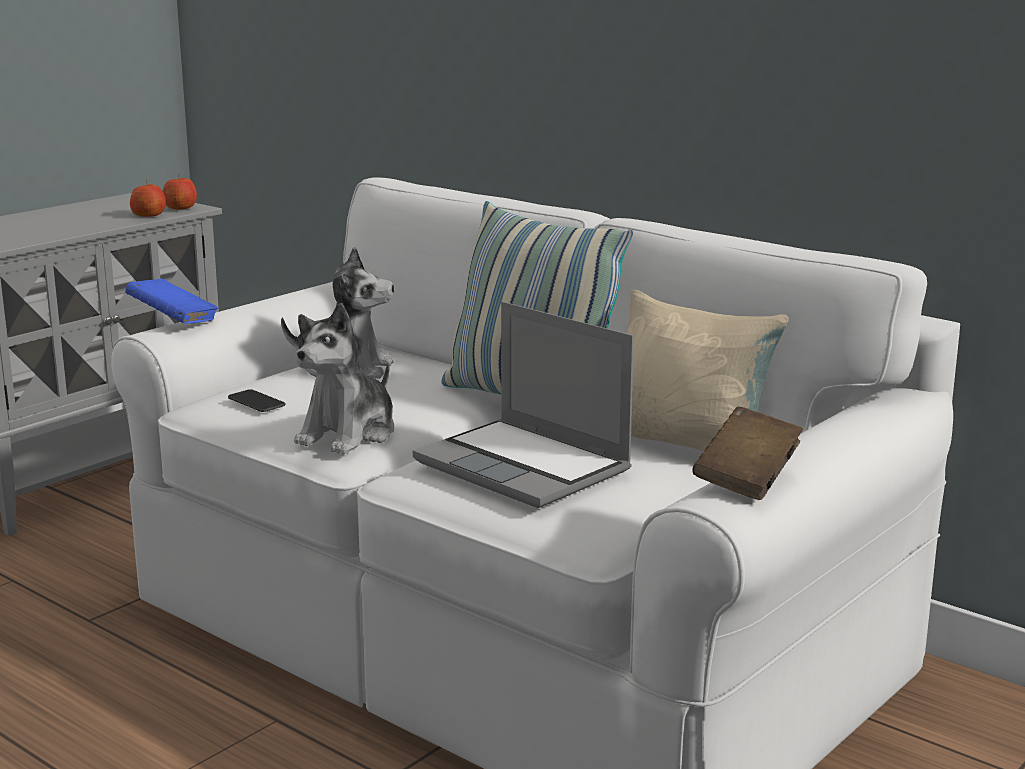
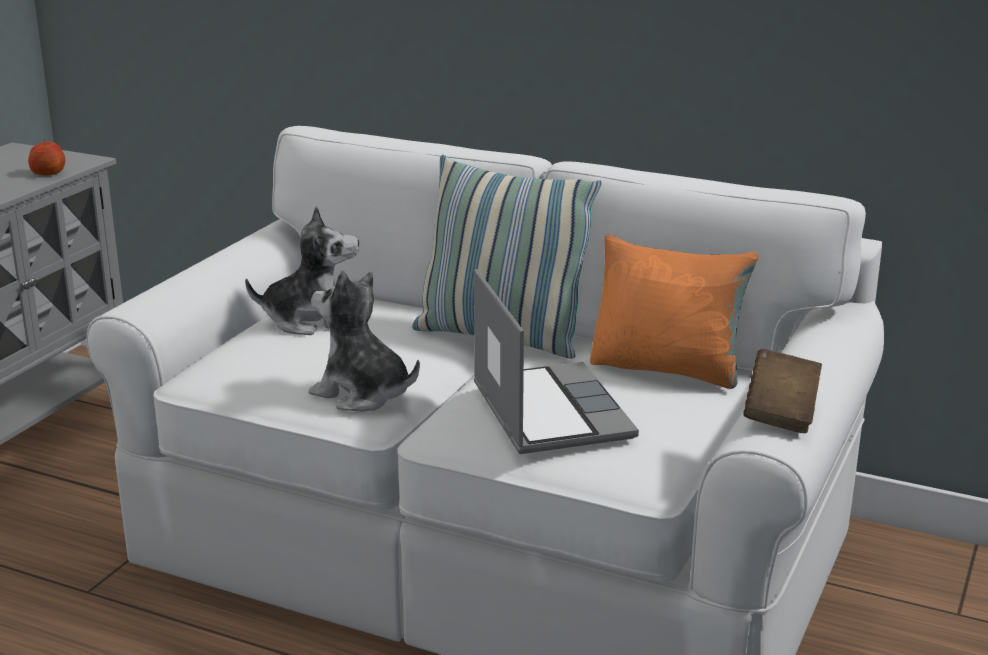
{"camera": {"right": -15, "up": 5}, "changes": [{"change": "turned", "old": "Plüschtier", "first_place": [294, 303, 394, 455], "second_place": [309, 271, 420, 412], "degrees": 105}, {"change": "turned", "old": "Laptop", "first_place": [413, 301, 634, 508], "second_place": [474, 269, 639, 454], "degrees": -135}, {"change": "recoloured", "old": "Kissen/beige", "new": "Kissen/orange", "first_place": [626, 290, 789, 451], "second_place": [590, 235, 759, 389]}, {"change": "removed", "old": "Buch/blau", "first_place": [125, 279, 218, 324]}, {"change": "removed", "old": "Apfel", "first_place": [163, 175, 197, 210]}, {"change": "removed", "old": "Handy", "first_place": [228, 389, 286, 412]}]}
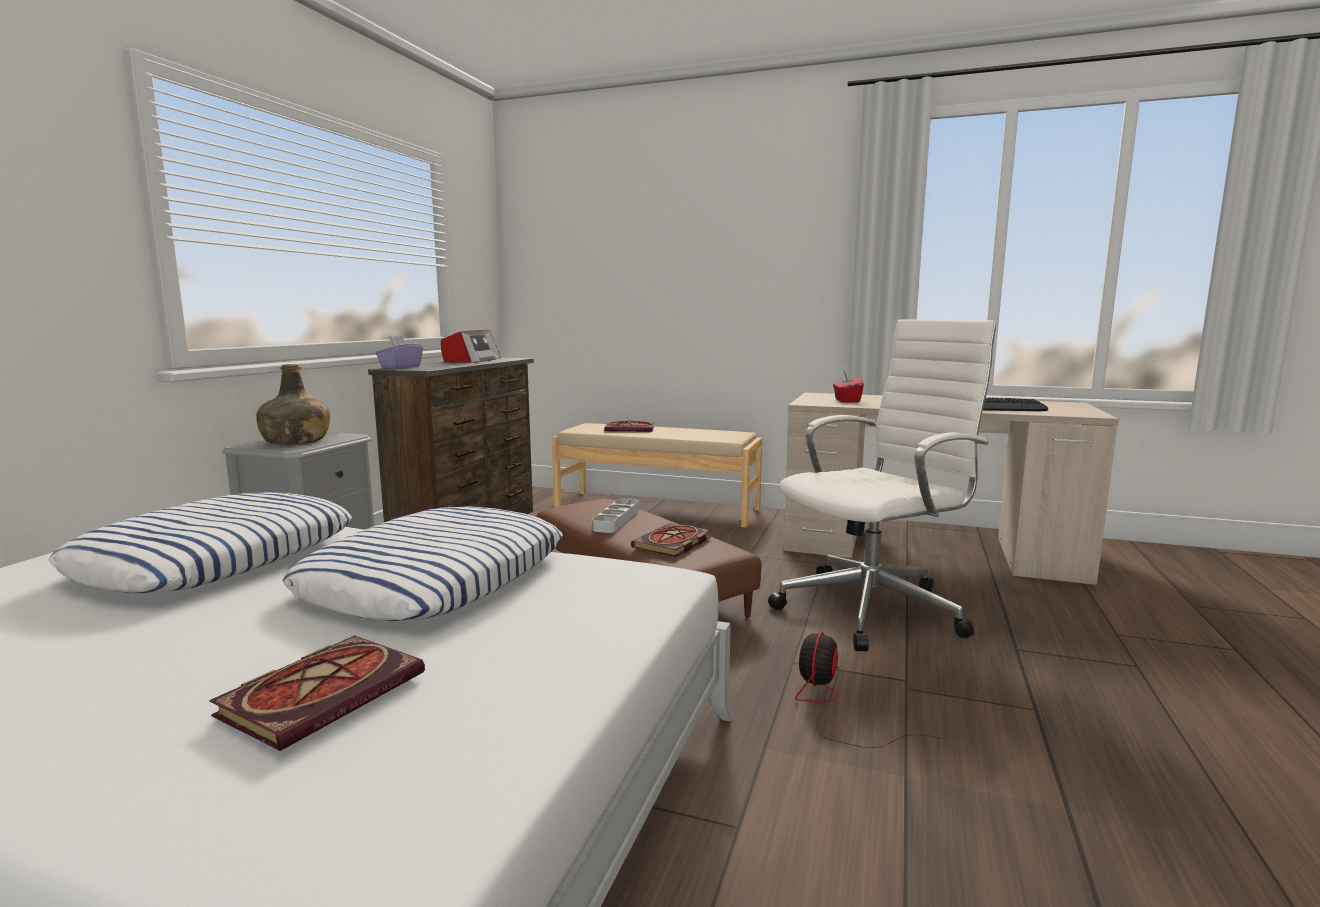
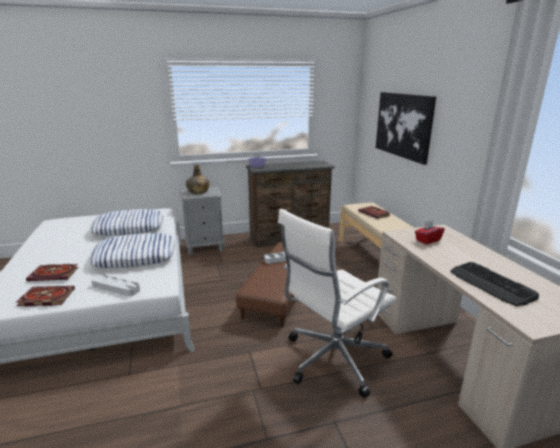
{"camera": {"right": 55, "up": 10}, "changes": [{"change": "moved", "old": "Buch", "first_place": [631, 523, 711, 557], "second_place": [16, 286, 75, 306]}, {"change": "added", "new": "Tablett/grau", "second_place": [91, 274, 140, 296]}, {"change": "turned", "old": "Bürostuhl/weiß", "first_place": [768, 319, 997, 651], "second_place": [278, 209, 397, 398], "degrees": 120}, {"change": "added", "new": "Bild", "second_place": [376, 92, 436, 165]}, {"change": "removed", "old": "Radio", "first_place": [441, 330, 501, 363]}, {"change": "removed", "old": "Ventilator", "first_place": [795, 632, 946, 748]}]}
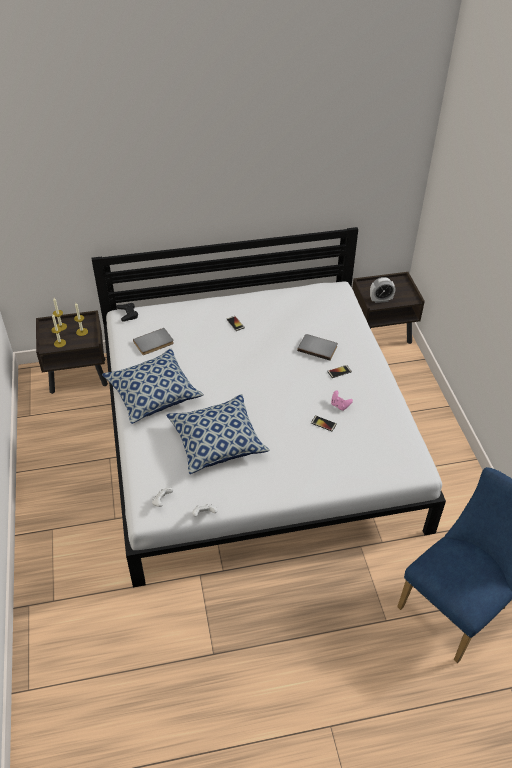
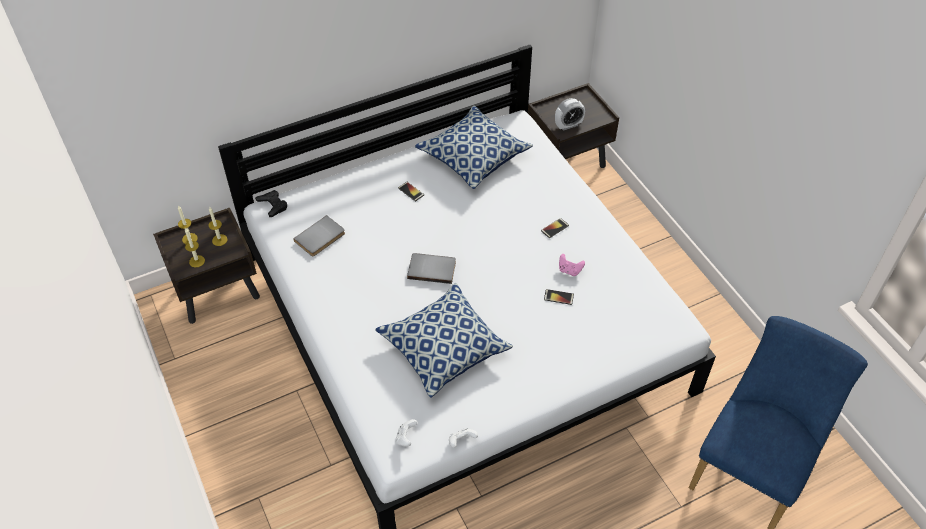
{"camera": {"right": -15, "up": 5}, "changes": [{"change": "moved", "old": "Buch/grau", "first_place": [297, 334, 338, 361], "second_place": [407, 253, 456, 284]}, {"change": "moved", "old": "Kissen", "first_place": [102, 348, 204, 424], "second_place": [415, 106, 533, 189]}]}
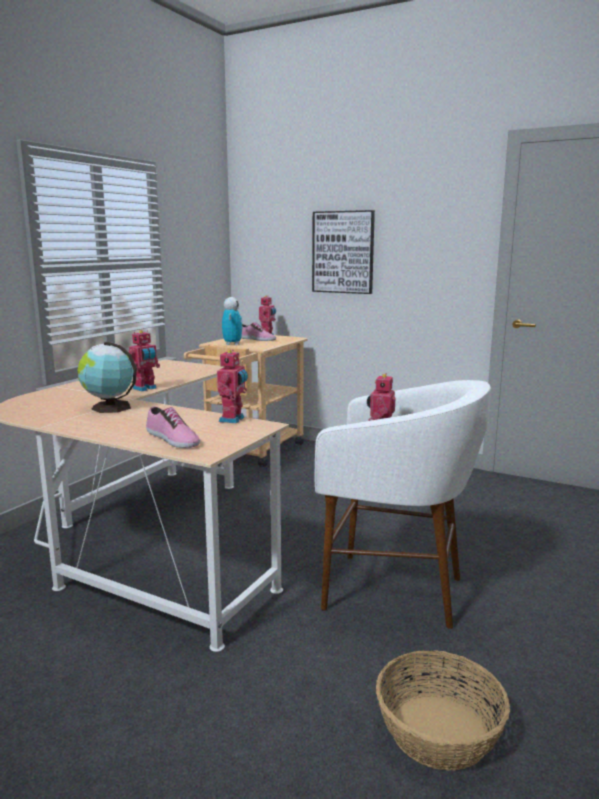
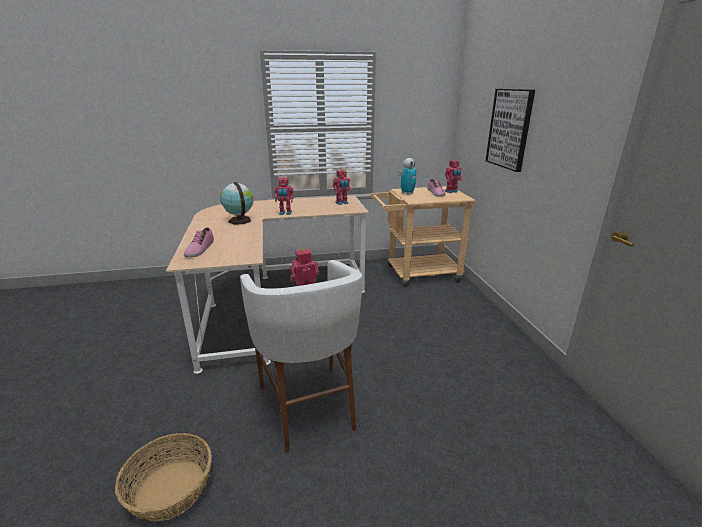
{"camera": {"right": 50, "up": 10}, "changes": [{"change": "moved", "old": "Spielzeugroboter", "first_place": [217, 349, 248, 423], "second_place": [333, 169, 351, 205]}]}
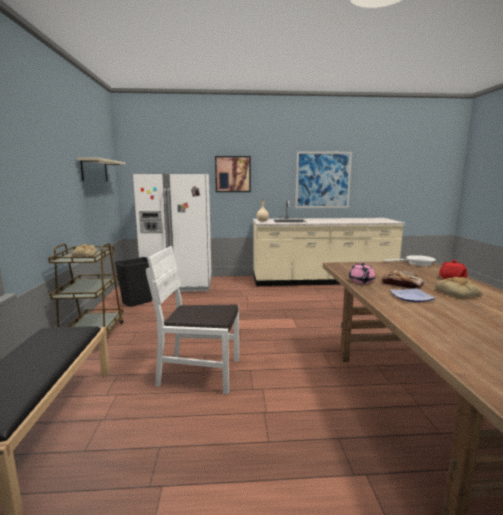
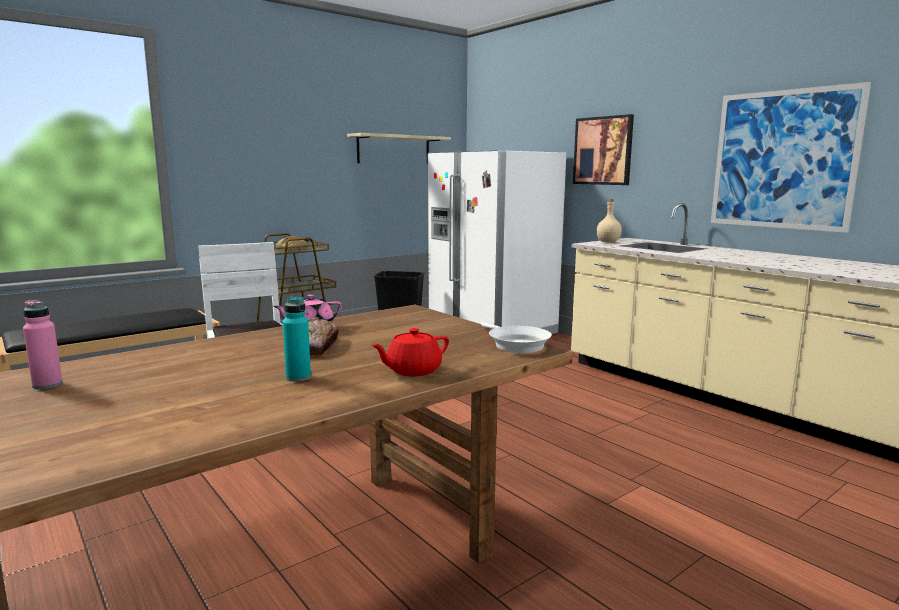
{"camera": {"right": 55, "up": 0}, "changes": [{"change": "added", "new": "Flasche/rosa", "second_place": [23, 300, 63, 390]}, {"change": "replaced", "old": "Brot", "new": "Flasche/türkis", "first_place": [435, 277, 483, 298], "second_place": [283, 296, 311, 382]}, {"change": "removed", "old": "Teller", "first_place": [390, 288, 436, 302]}]}
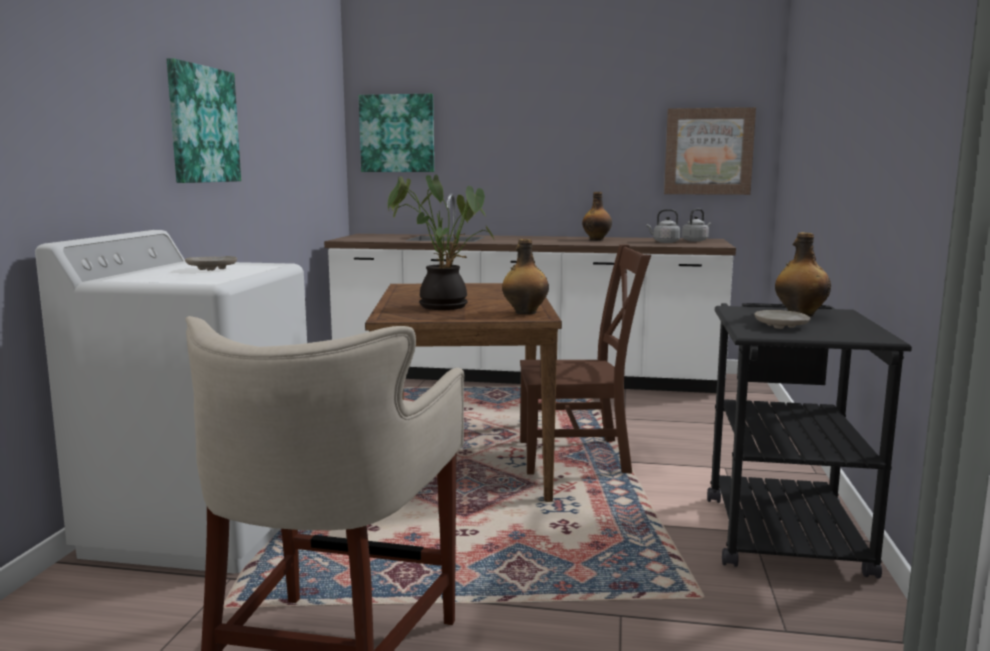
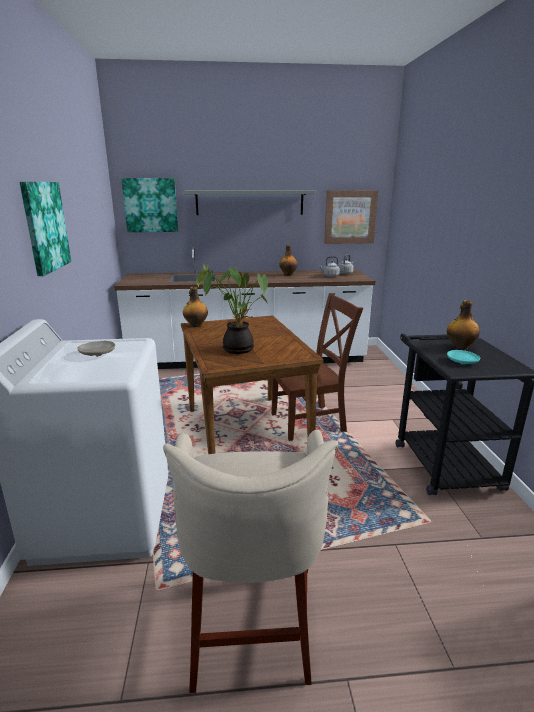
{"camera": {"right": -15, "up": 10}, "changes": [{"change": "moved", "old": "Flasche", "first_place": [502, 239, 549, 314], "second_place": [183, 287, 208, 327]}, {"change": "added", "new": "Wandregal/grau", "second_place": [184, 190, 316, 215]}, {"change": "recoloured", "old": "Teller/beige", "new": "Teller/türkis", "first_place": [754, 310, 811, 329], "second_place": [447, 350, 480, 365]}]}
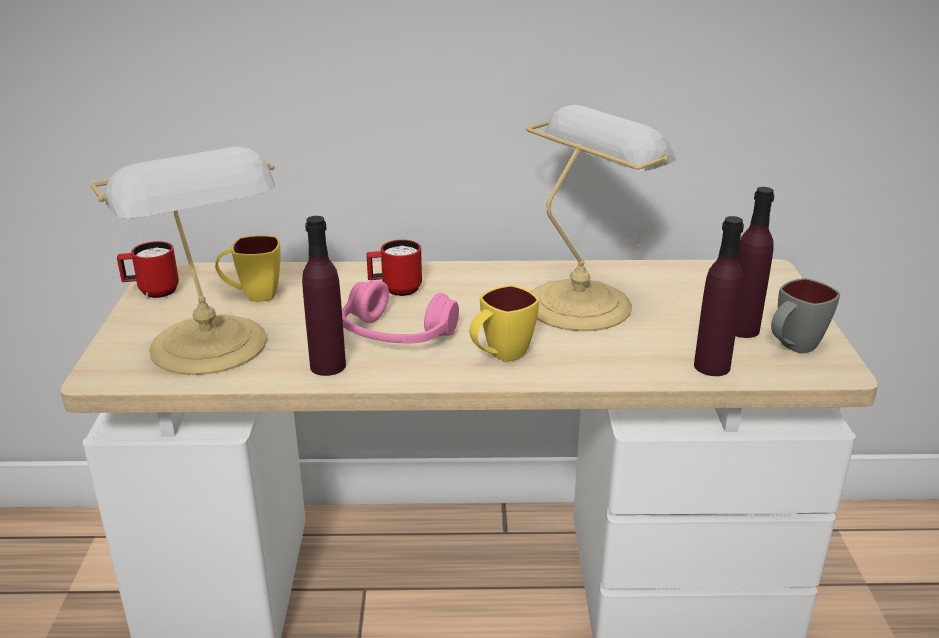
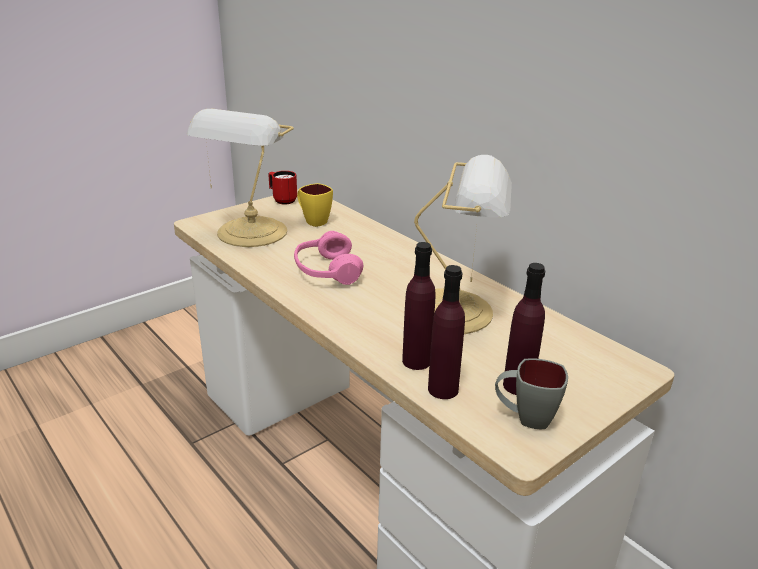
{"camera": {"right": 50, "up": 0}, "changes": [{"change": "moved", "old": "Flasche/lila", "first_place": [302, 216, 346, 376], "second_place": [402, 242, 436, 370]}, {"change": "removed", "old": "Henkelbecher/rot", "first_place": [367, 240, 422, 296]}, {"change": "removed", "old": "Henkelbecher/gelb", "first_place": [469, 285, 539, 362]}]}
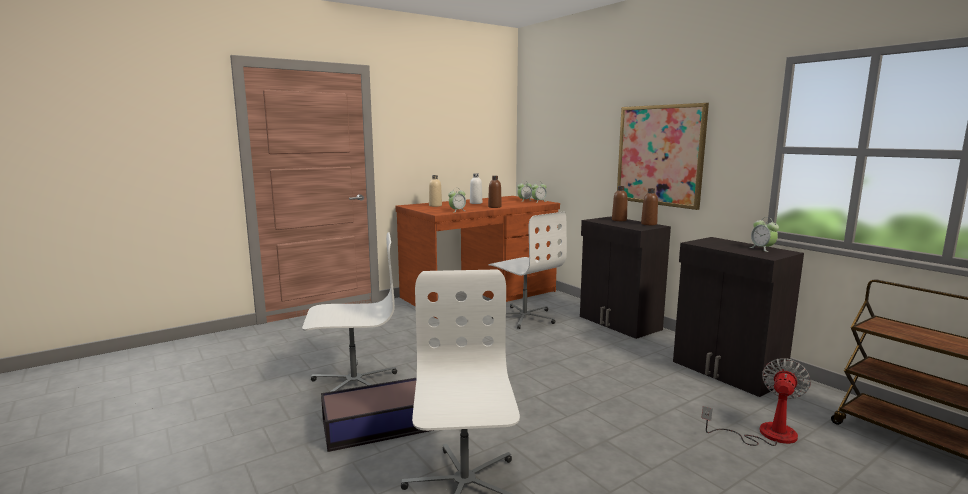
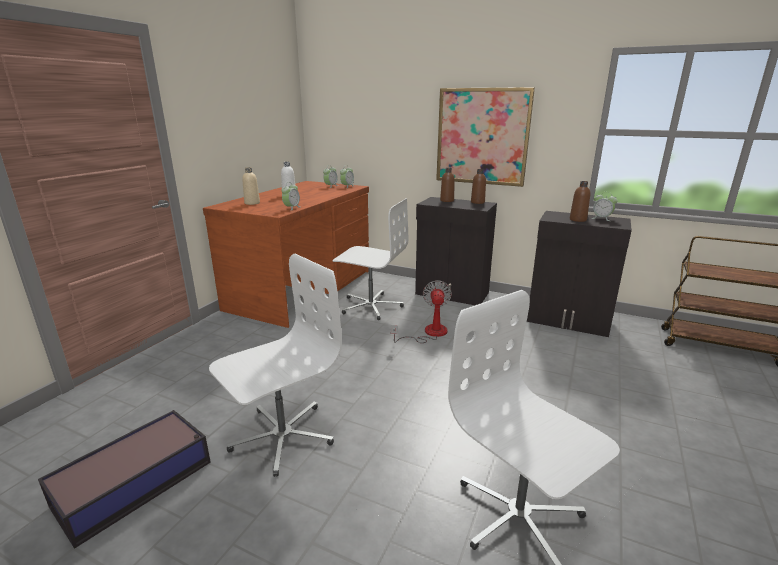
{"camera": {"right": -30, "up": 10}, "changes": [{"change": "moved", "old": "Aufbewahrungsbox", "first_place": [321, 377, 434, 452], "second_place": [38, 410, 211, 549]}, {"change": "moved", "old": "Ventilator", "first_place": [702, 358, 811, 446], "second_place": [391, 280, 452, 343]}, {"change": "moved", "old": "Flasche/braun", "first_place": [488, 176, 502, 208], "second_place": [570, 181, 590, 222]}]}
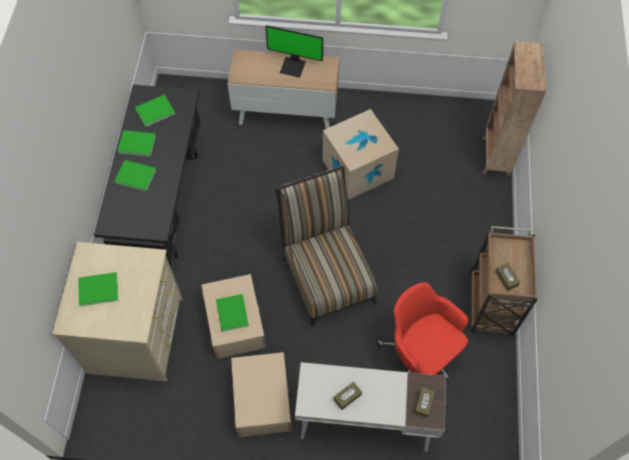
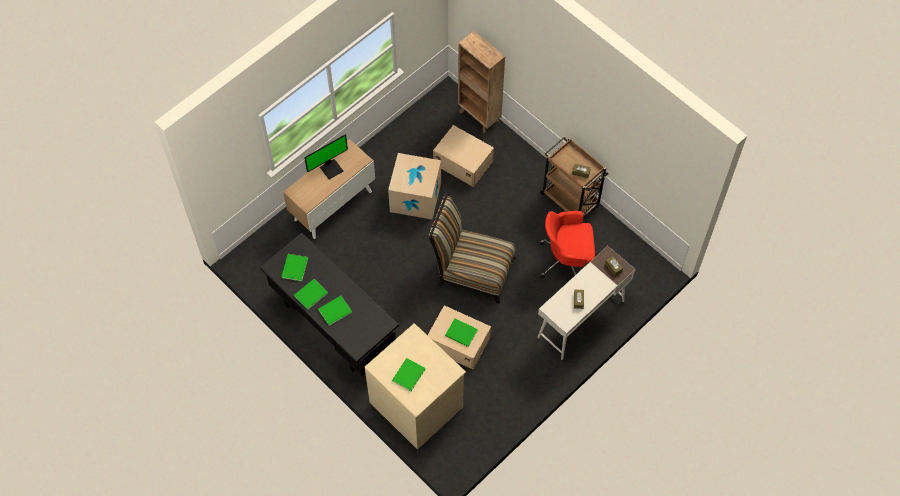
{"camera": {"right": -50, "up": 0}, "changes": [{"change": "moved", "old": "Aufbewahrungsbox/beige", "first_place": [231, 352, 292, 437], "second_place": [433, 125, 494, 187]}]}
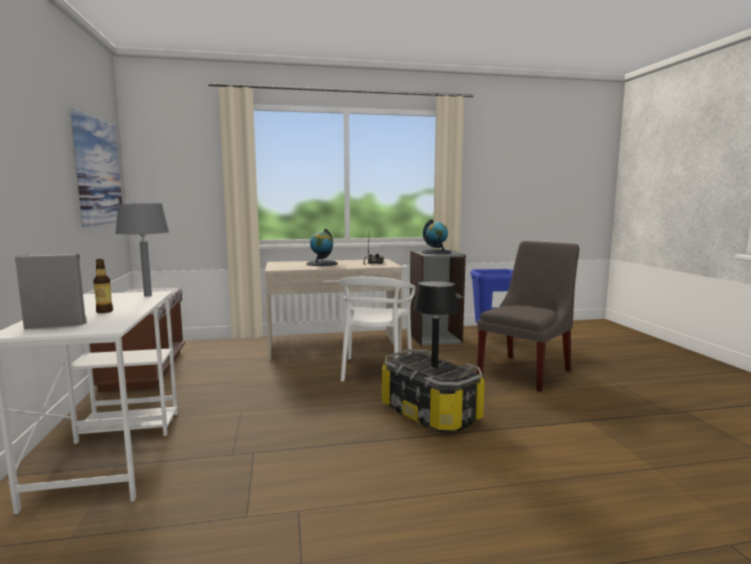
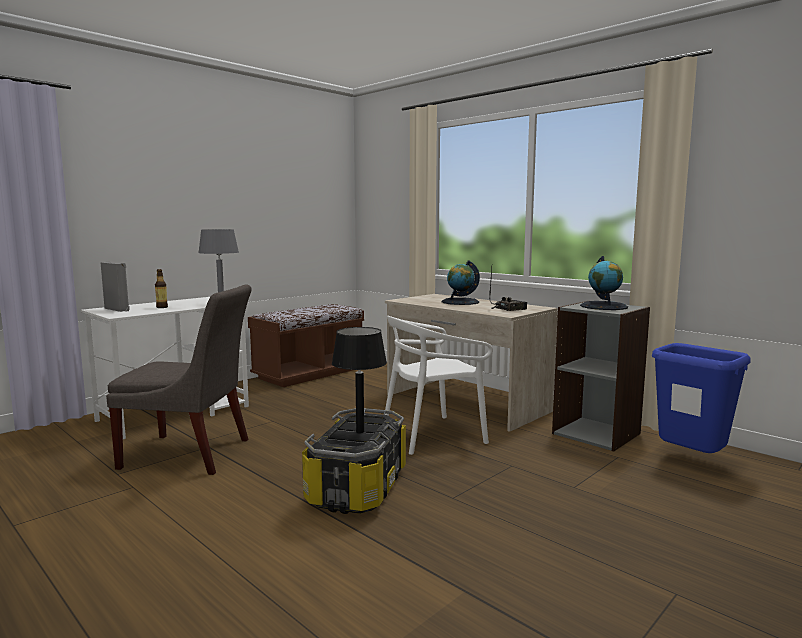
{"camera": {"right": 55, "up": 0}, "changes": [{"change": "moved", "old": "Stuhl/grau", "first_place": [477, 241, 580, 392], "second_place": [106, 285, 252, 475]}, {"change": "removed", "old": "Bild", "first_place": [70, 109, 122, 227]}]}
